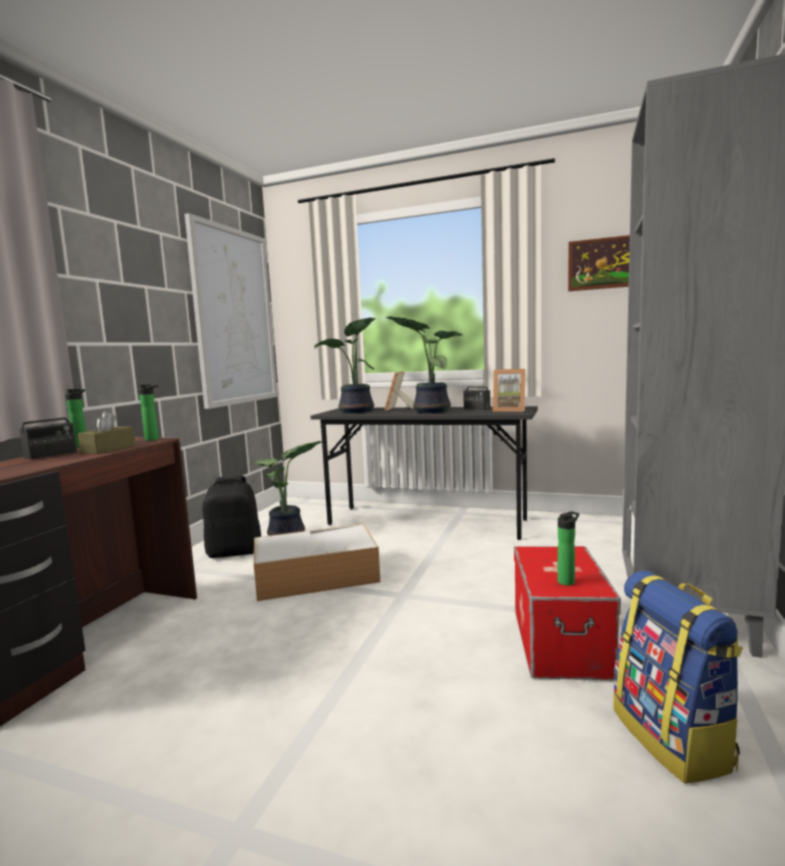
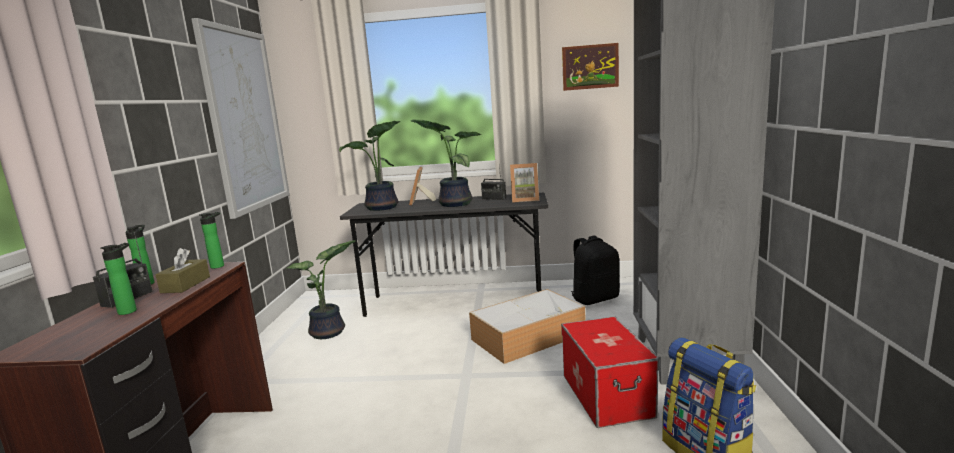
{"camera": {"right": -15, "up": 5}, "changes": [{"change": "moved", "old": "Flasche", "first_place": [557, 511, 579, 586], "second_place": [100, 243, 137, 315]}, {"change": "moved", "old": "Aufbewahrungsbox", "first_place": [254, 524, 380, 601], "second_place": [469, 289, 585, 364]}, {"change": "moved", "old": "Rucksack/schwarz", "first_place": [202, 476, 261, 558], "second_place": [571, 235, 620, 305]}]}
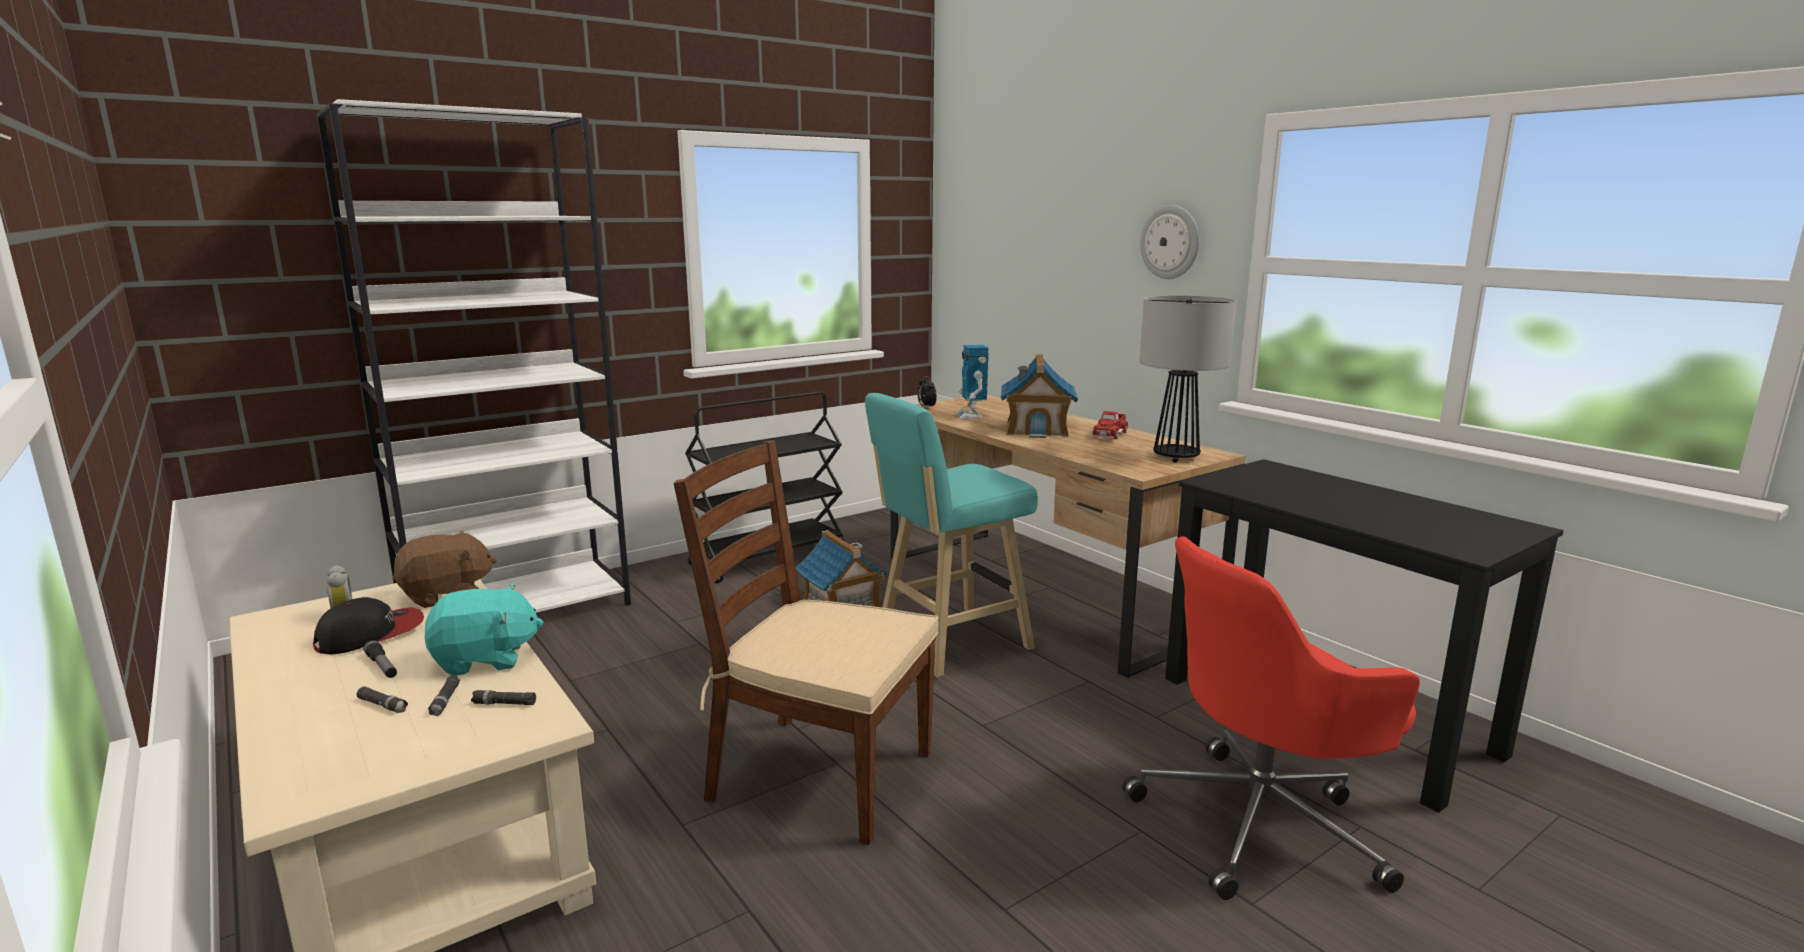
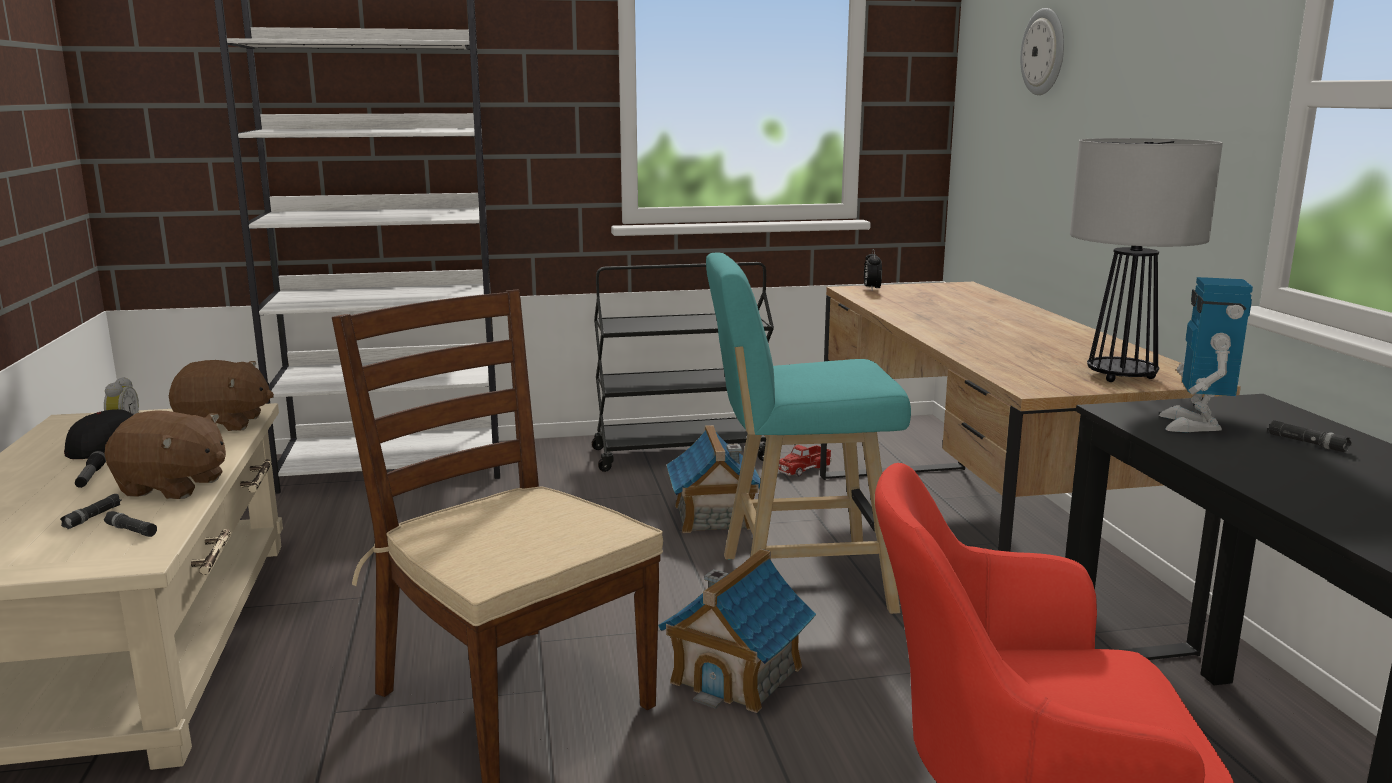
{"camera": {"right": 25, "up": 0}, "changes": [{"change": "recoloured", "old": "Plüschtier/türkis", "new": "Plüschtier/braun", "first_place": [424, 584, 544, 676], "second_place": [105, 411, 226, 499]}, {"change": "moved", "old": "Spielzeughaus", "first_place": [1001, 354, 1078, 438], "second_place": [658, 549, 816, 713]}, {"change": "moved", "old": "Spielzeuglaster", "first_place": [1093, 411, 1128, 439], "second_place": [778, 445, 832, 476]}, {"change": "moved", "old": "Wanduhr", "first_place": [1140, 205, 1199, 279], "second_place": [1020, 8, 1064, 95]}, {"change": "moved", "old": "Spielzeugroboter", "first_place": [954, 345, 989, 420], "second_place": [1159, 277, 1253, 432]}, {"change": "moved", "old": "Taschenlampe/schwarz", "first_place": [357, 687, 408, 713], "second_place": [1269, 420, 1352, 453]}]}
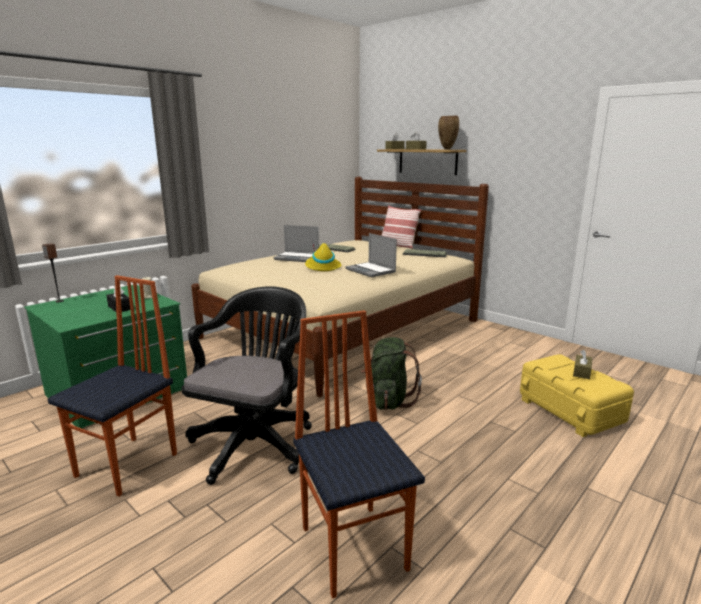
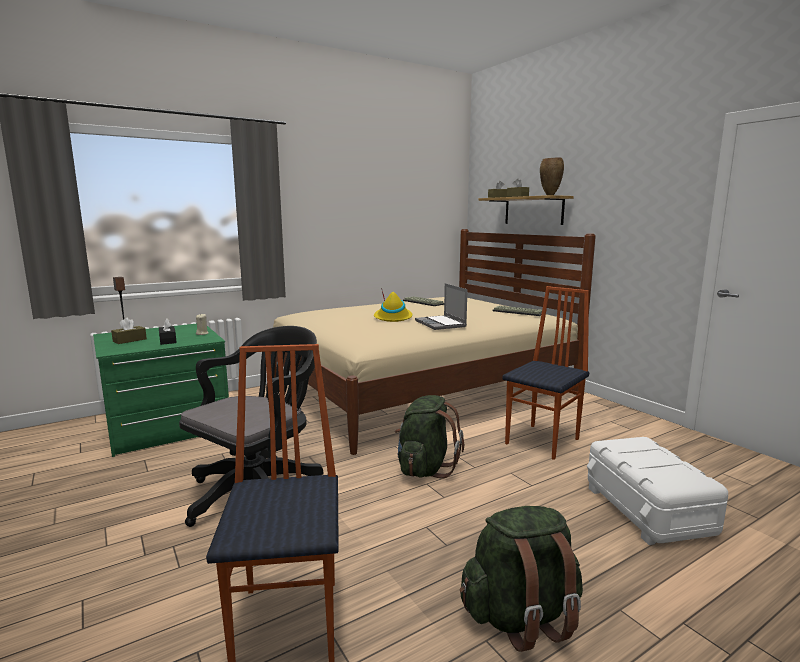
{"camera": {"right": 15, "up": -5}, "changes": [{"change": "moved", "old": "Taschentuchbox/braun", "first_place": [573, 350, 592, 379], "second_place": [111, 318, 147, 344]}, {"change": "added", "new": "Rucksack/grün", "second_place": [460, 506, 583, 652]}, {"change": "moved", "old": "Stuhl", "first_place": [47, 275, 177, 497], "second_place": [502, 286, 589, 460]}, {"change": "recoloured", "old": "Aufbewahrungsbox/gelb", "new": "Aufbewahrungsbox/weiß", "first_place": [520, 354, 634, 437], "second_place": [587, 437, 728, 545]}, {"change": "removed", "old": "Laptop", "first_place": [273, 225, 319, 262]}, {"change": "removed", "old": "Kissen", "first_place": [382, 205, 421, 249]}]}
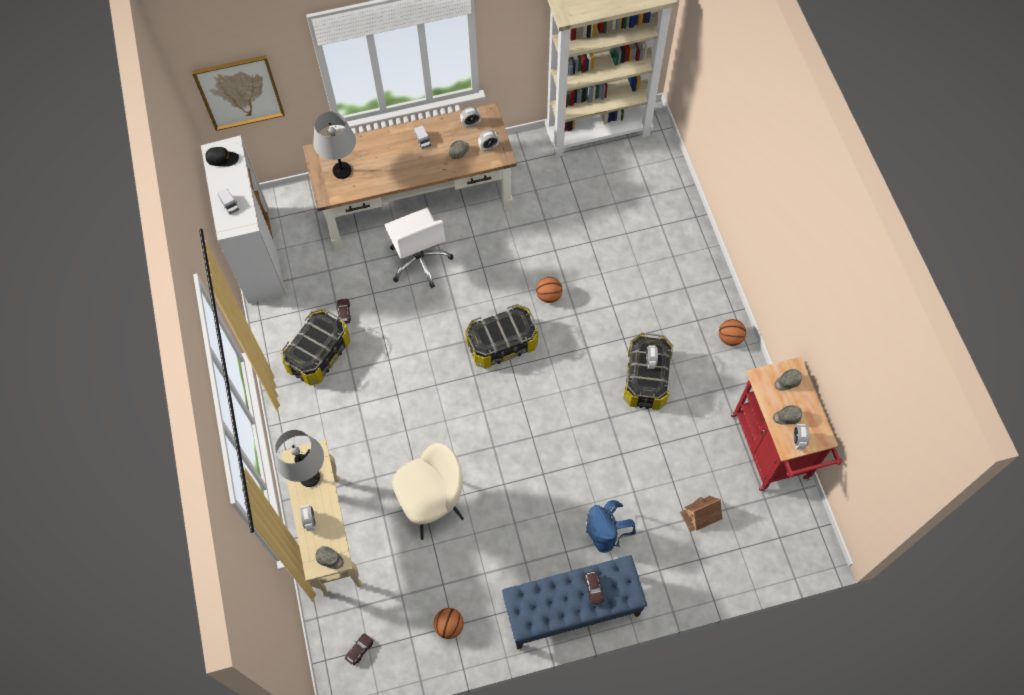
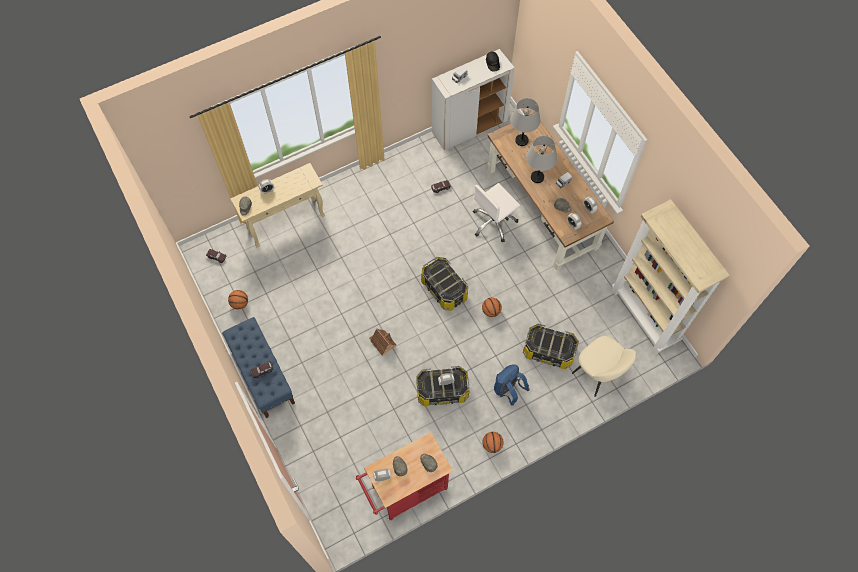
{"camera": {"right": 75, "up": 0}, "changes": [{"change": "moved", "old": "Spielzeughaus", "first_place": [680, 496, 723, 532], "second_place": [369, 328, 396, 355]}, {"change": "moved", "old": "Rucksack/blau", "first_place": [586, 500, 636, 553], "second_place": [494, 364, 530, 406]}, {"change": "moved", "old": "Aufbewahrungsbox", "first_place": [281, 309, 350, 386], "second_place": [523, 323, 579, 369]}, {"change": "moved", "old": "Tischlampe/grau", "first_place": [275, 430, 324, 487], "second_place": [526, 136, 557, 183]}, {"change": "moved", "old": "Stuhl/beige", "first_place": [392, 443, 464, 540], "second_place": [572, 336, 636, 397]}, {"change": "removed", "old": "Bild", "first_place": [192, 55, 285, 131]}]}
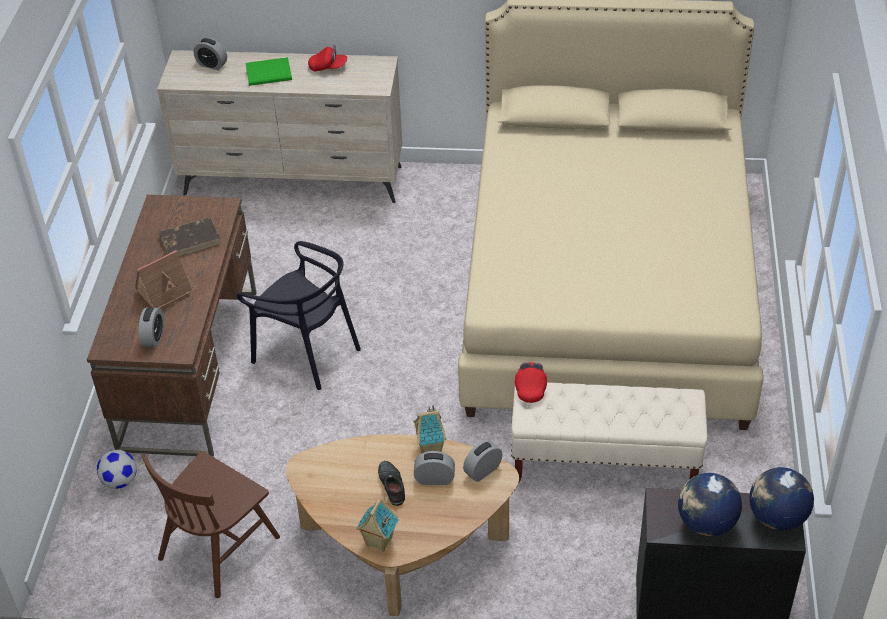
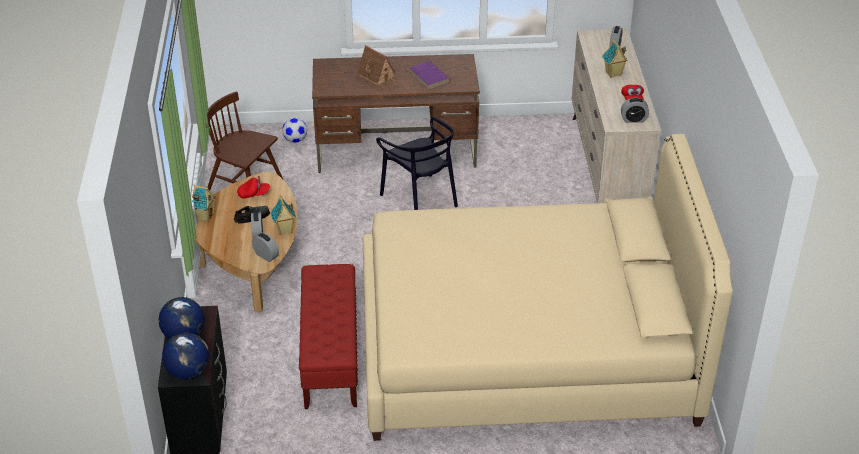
{"camera": {"right": 80, "up": -5}, "changes": [{"change": "moved", "old": "Kappe/rot", "first_place": [515, 362, 547, 403], "second_place": [237, 176, 270, 199]}, {"change": "recoloured", "old": "Bank/beige", "new": "Bank/rot", "first_place": [511, 382, 708, 482], "second_place": [299, 264, 358, 409]}, {"change": "turned", "old": "Stuhl/schwarz", "first_place": [237, 241, 361, 390], "second_place": [376, 117, 458, 210], "degrees": -60}, {"change": "recoloured", "old": "Buch/braun", "new": "Buch/lila", "first_place": [159, 217, 221, 257], "second_place": [410, 61, 451, 90]}, {"change": "replaced", "old": "Buch/grün", "new": "Spielzeughaus", "first_place": [245, 57, 292, 86], "second_place": [602, 40, 628, 78]}, {"change": "moved", "old": "Wecker", "first_place": [139, 307, 164, 347], "second_place": [621, 98, 649, 123]}]}
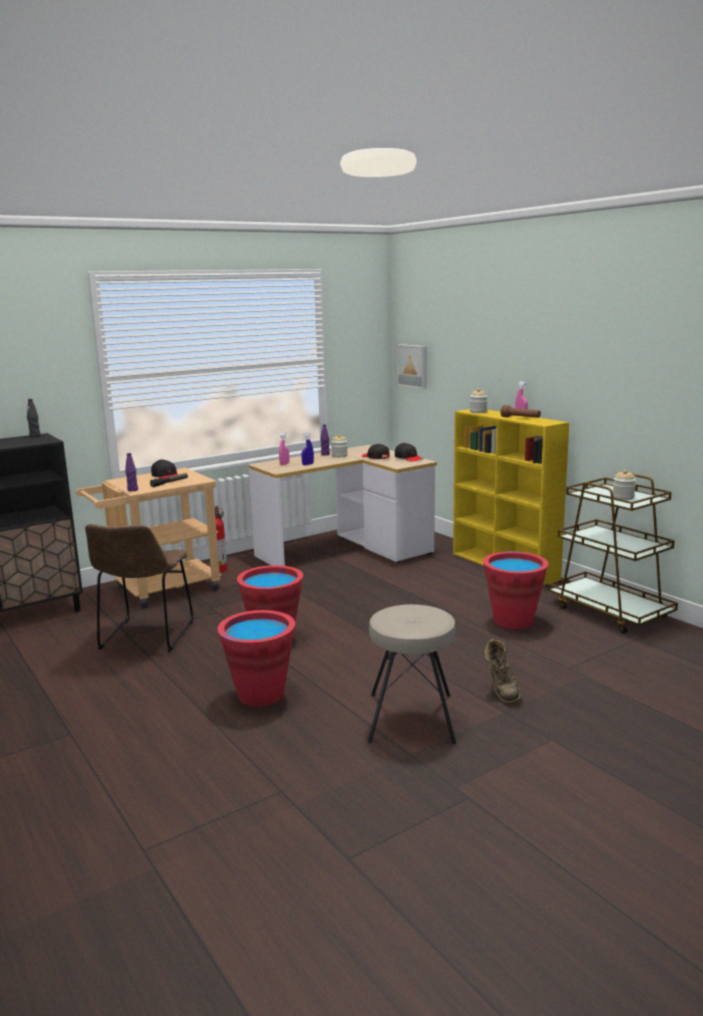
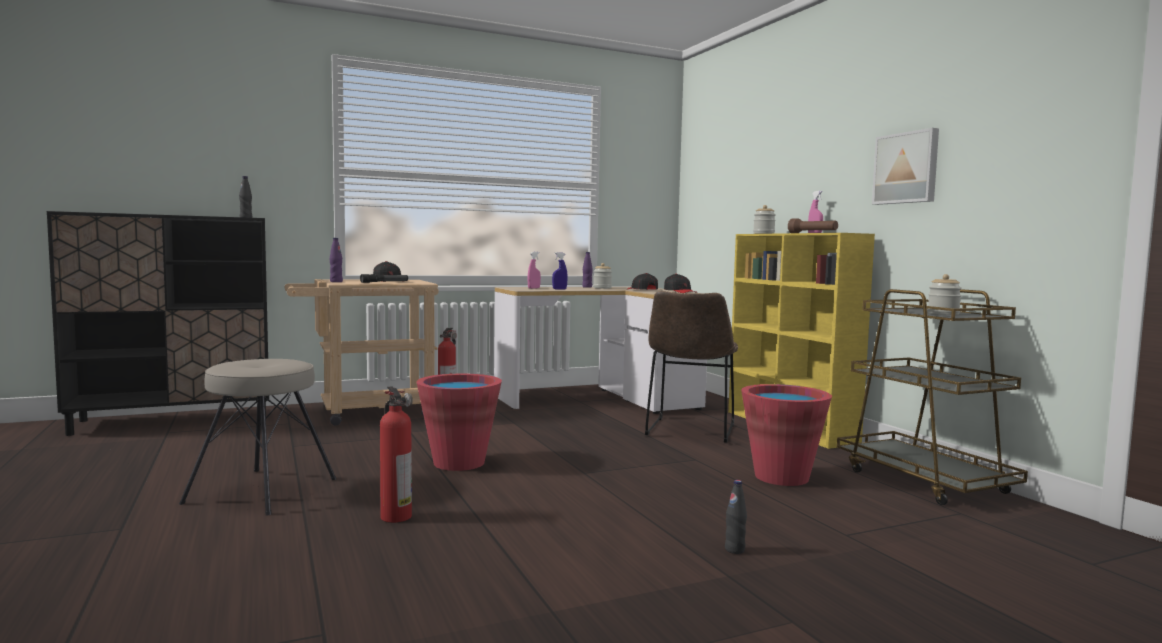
{"camera": {"right": 10, "up": -10}, "changes": [{"change": "moved", "old": "Hocker/beige", "first_place": [368, 604, 456, 744], "second_place": [179, 359, 336, 516]}, {"change": "replaced", "old": "Eimer/rot", "new": "Feuerlöscher", "first_place": [217, 610, 295, 707], "second_place": [380, 386, 413, 523]}, {"change": "moved", "old": "Stuhl/braun", "first_place": [85, 524, 194, 651], "second_place": [645, 291, 738, 443]}, {"change": "replaced", "old": "Stiefel/braun", "new": "Flasche/schwarz", "first_place": [485, 639, 522, 704], "second_place": [725, 480, 747, 554]}, {"change": "moved", "old": "Bild", "first_place": [397, 344, 427, 389], "second_place": [872, 128, 939, 205]}]}
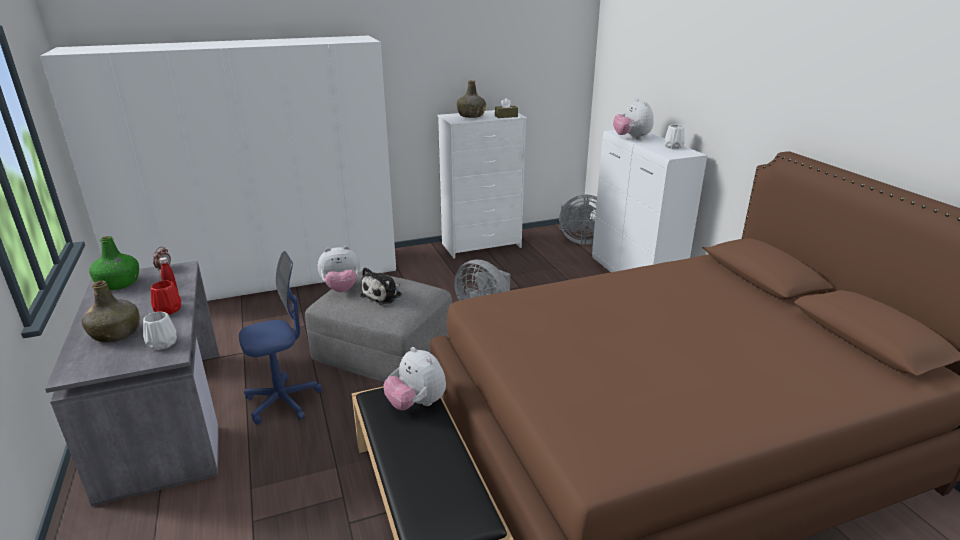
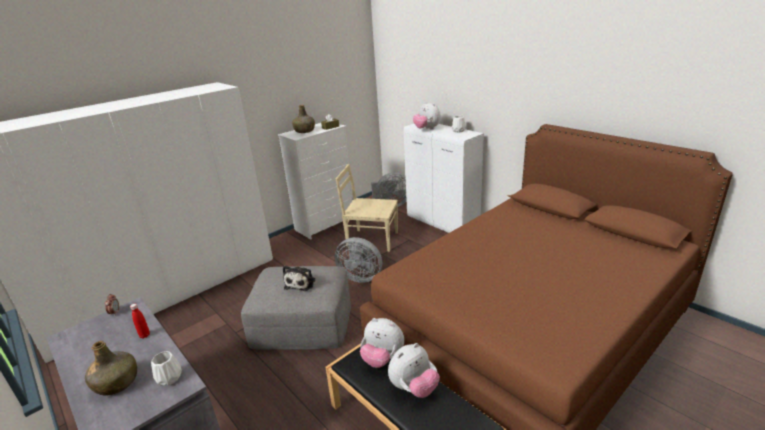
{"camera": {"right": -20, "up": 0}, "changes": [{"change": "added", "new": "Stuhl/beige", "second_place": [336, 164, 398, 252]}, {"change": "moved", "old": "Plüschtier", "first_place": [318, 246, 360, 292], "second_place": [388, 343, 440, 398]}, {"change": "removed", "old": "Flasche/grün", "first_place": [89, 236, 139, 290]}, {"change": "removed", "old": "Vase/rot", "first_place": [151, 280, 181, 315]}, {"change": "removed", "old": "Bürostuhl/blau", "first_place": [239, 251, 322, 425]}]}
